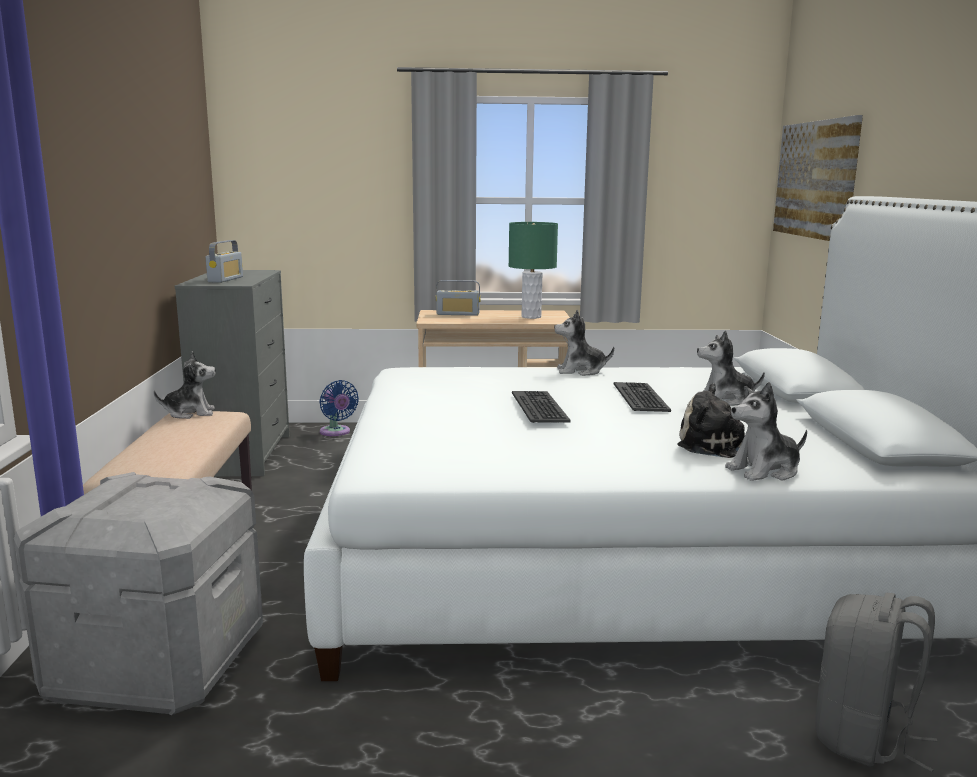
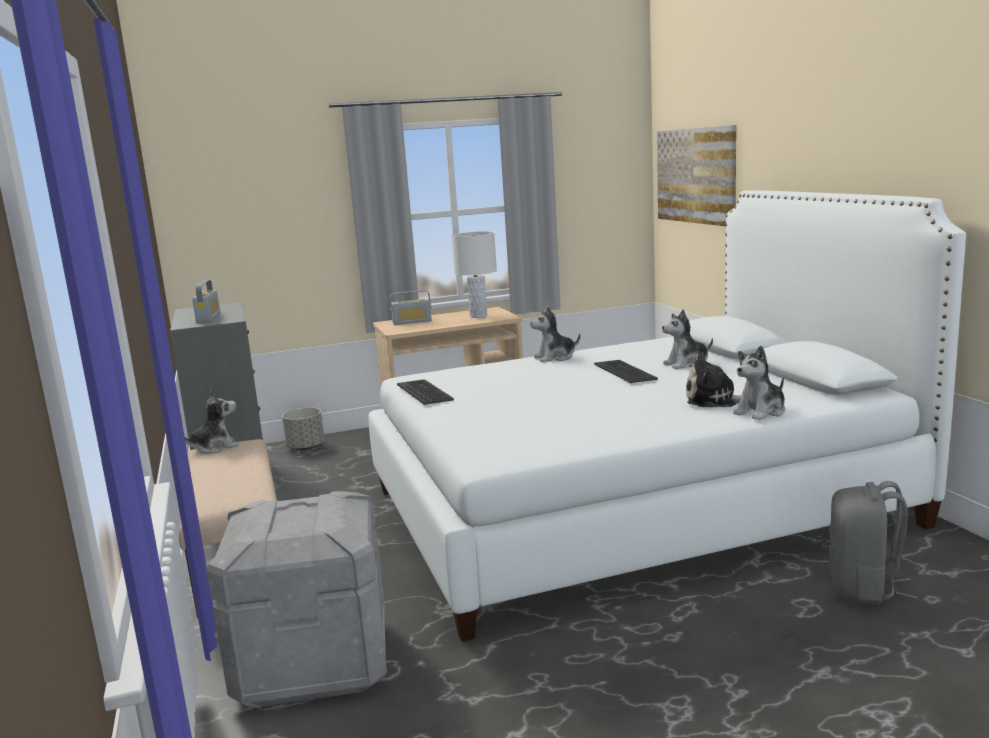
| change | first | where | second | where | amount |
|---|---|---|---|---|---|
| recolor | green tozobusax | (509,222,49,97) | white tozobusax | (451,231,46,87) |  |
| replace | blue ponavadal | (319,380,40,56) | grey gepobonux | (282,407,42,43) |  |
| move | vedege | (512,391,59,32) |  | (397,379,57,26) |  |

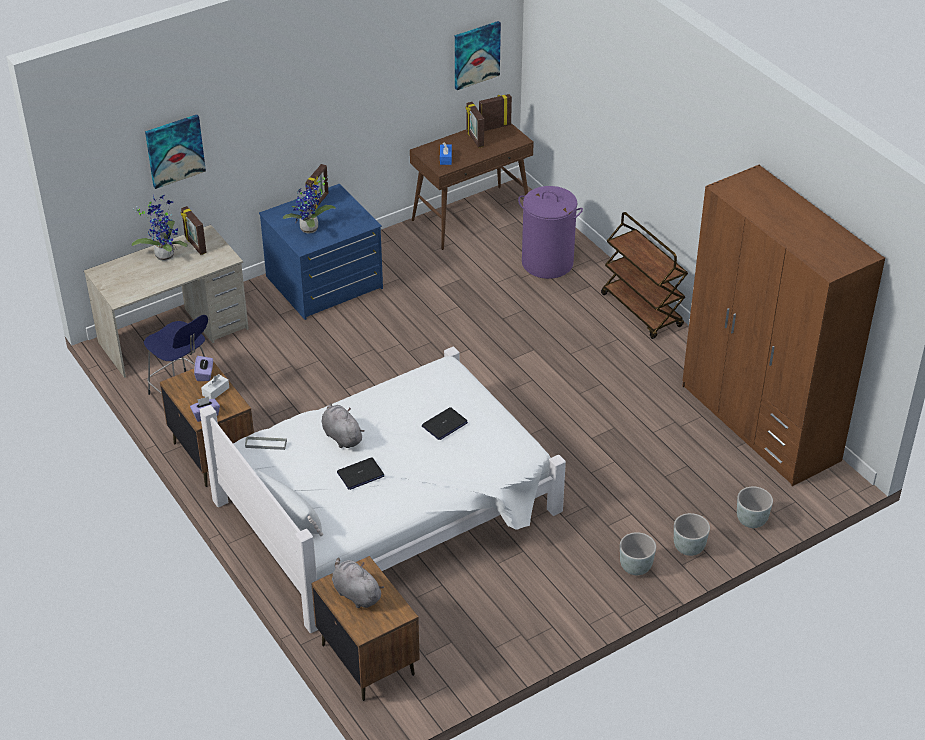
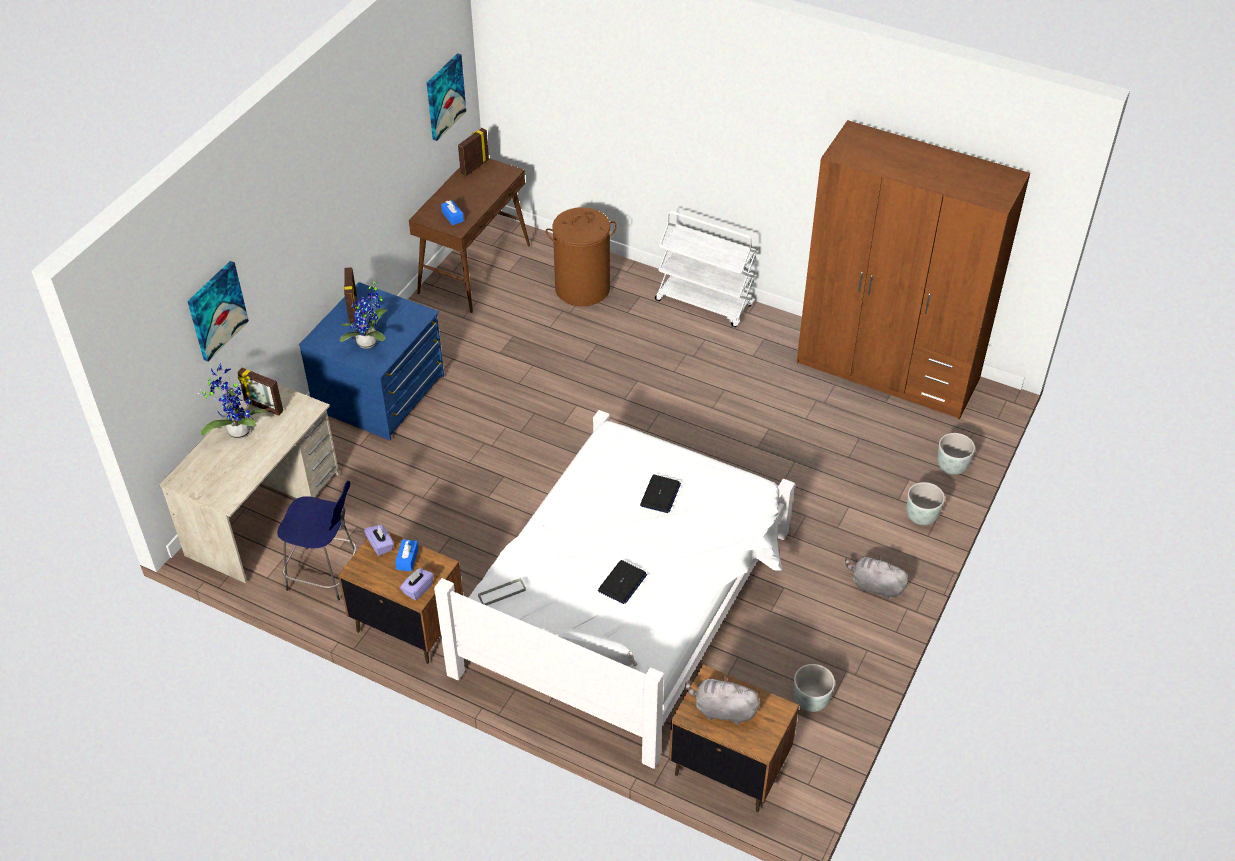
| change | first | where | second | where | amount |
|---|---|---|---|---|---|
| delete | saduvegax | (466,102,18,46) |  |  |  |
| recolor | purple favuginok | (518,186,65,93) | brown favuginok | (546,207,71,99) |  |
| recolor | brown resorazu | (601,212,87,127) | white resorazu | (655,211,102,116) |  |
| recolor | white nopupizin | (201,375,28,24) | blue nopupizin | (395,539,24,33) |  |
| move | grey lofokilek | (322,403,43,45) |  | (845,556,64,43) |  |
| move | grey gepobonux | (620,532,36,43) |  | (794,664,41,48) |  |

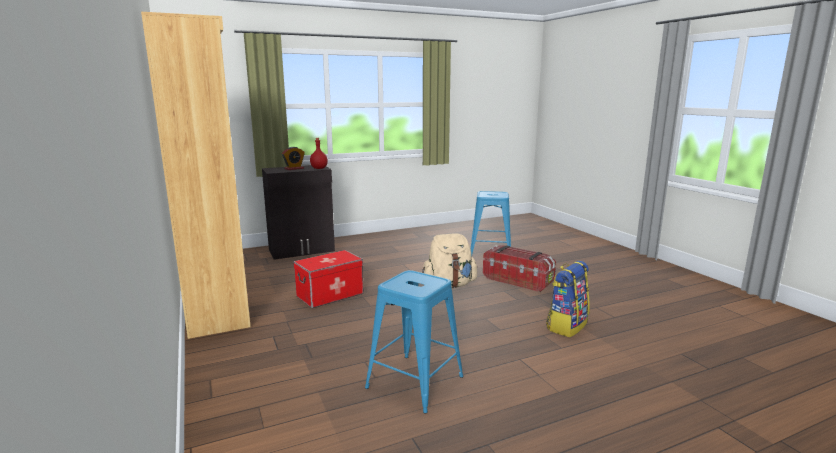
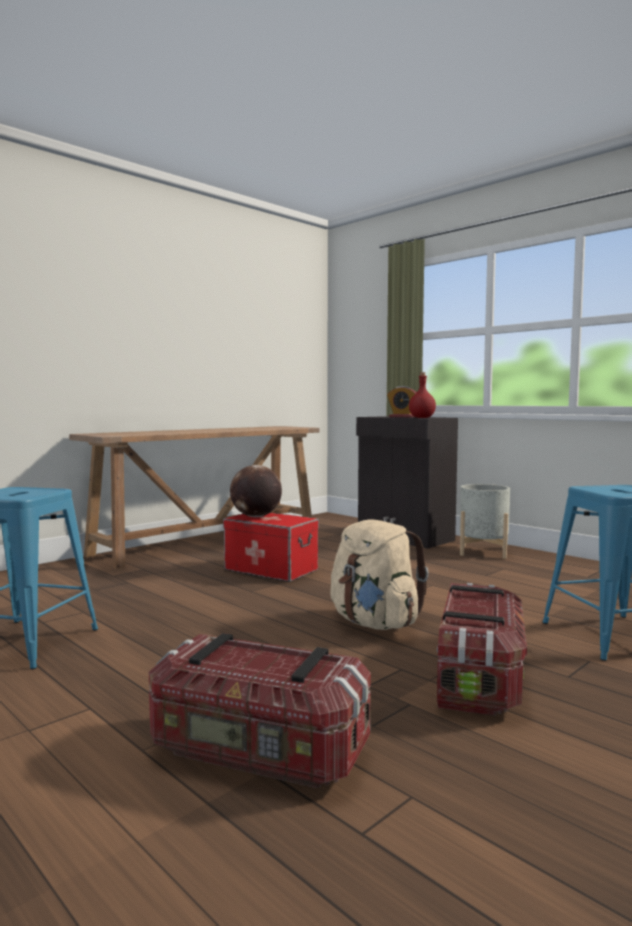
| change | first | where | second | where | amount |
|---|---|---|---|---|---|
| replace | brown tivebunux | (141,12,110,327) | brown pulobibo | (69,426,250,144) |  |
| replace | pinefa | (546,261,44,76) | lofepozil | (149,633,222,155) |  |
| insert |  |  | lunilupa | (230,465,52,52) |  |
| insert |  |  | grey gepobonux | (460,484,50,75) |  |

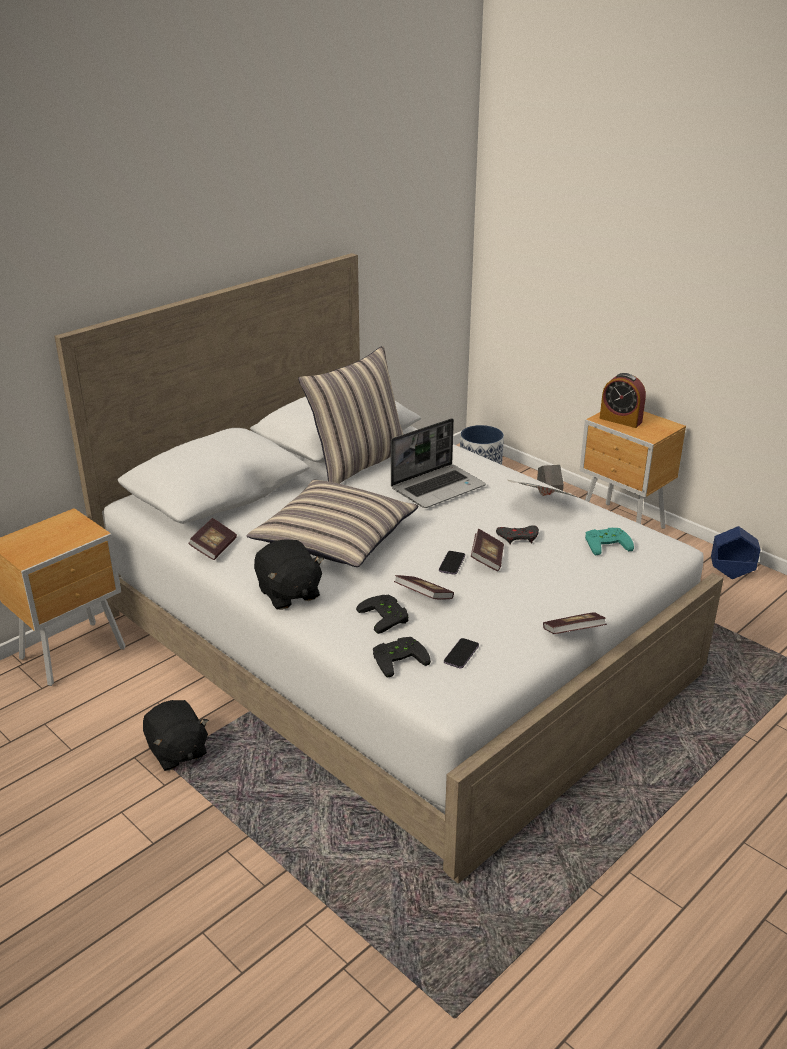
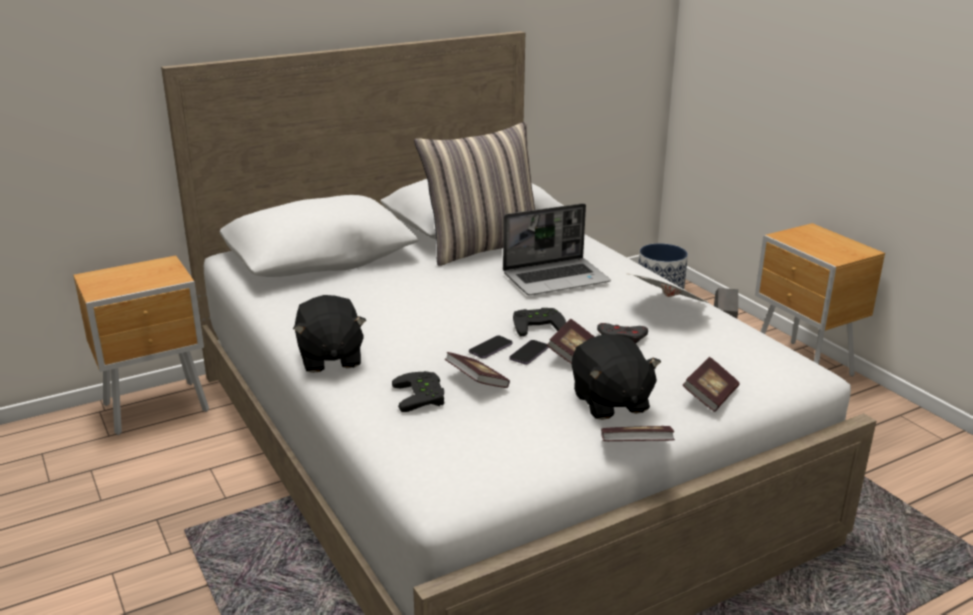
| change | first | where | second | where | amount |
|---|---|---|---|---|---|
| delete | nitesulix | (600,373,46,55) |  |  |  |
| delete | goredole | (246,479,172,88) |  |  |  |
| move | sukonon | (188,518,49,42) |  | (683,357,57,55) |  |
| delete | blue gepobonux | (711,526,50,53) |  |  |  |
| delete | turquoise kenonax | (585,528,49,27) |  |  |  |
| move | black kenonax | (373,637,58,41) |  | (513,308,53,29) |  |
| move | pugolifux | (444,638,35,30) |  | (469,335,44,24) |  |
| move | black lofokilek | (143,700,66,71) |  | (571,334,90,86) |  |

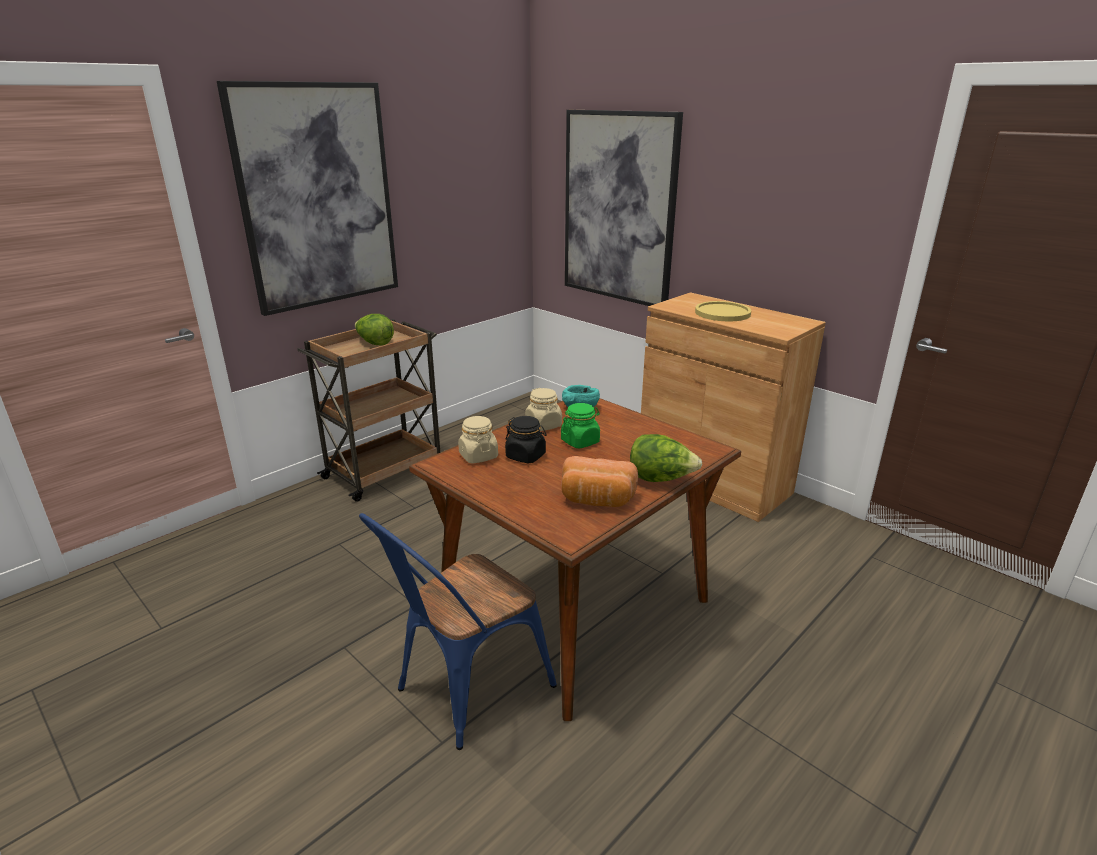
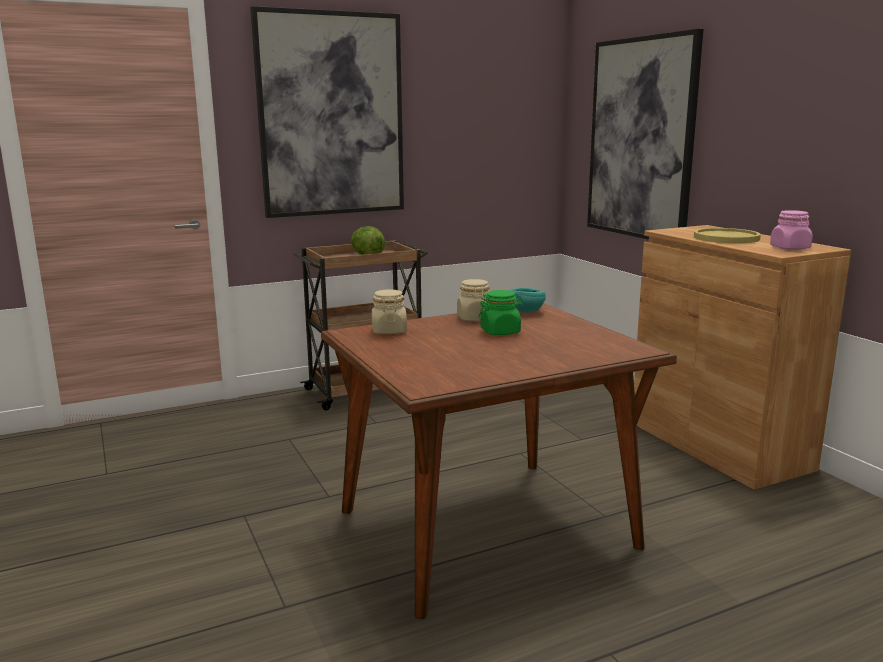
| change | first | where | second | where | amount |
|---|---|---|---|---|---|
| delete | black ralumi | (505,416,42,47) |  |  |  |
| delete | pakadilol | (630,434,72,48) |  |  |  |
| delete | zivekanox | (561,456,77,51) |  |  |  |
| delete | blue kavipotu | (359,513,198,237) |  |  |  |
| insert |  |  | pink ralumi | (770,210,43,40) |  |

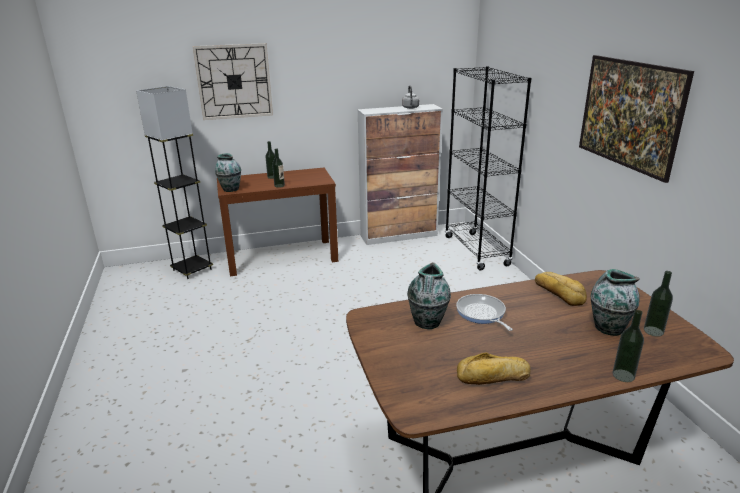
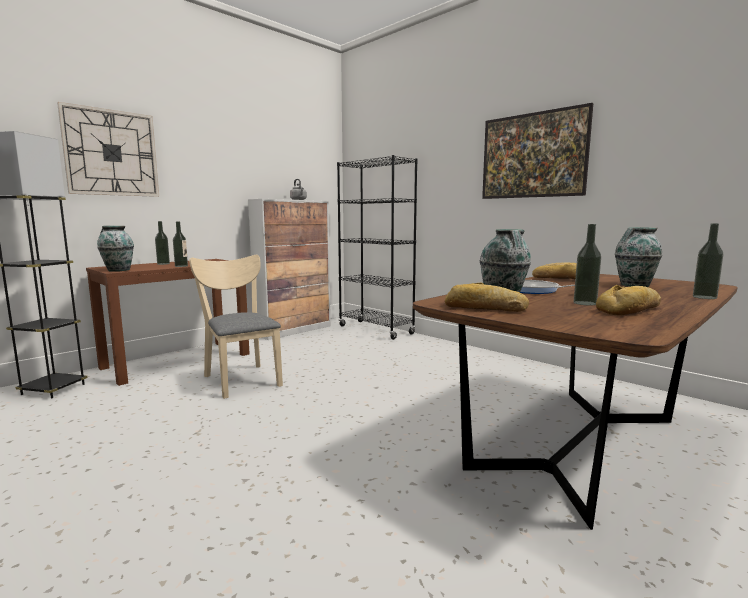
| change | first | where | second | where | amount |
|---|---|---|---|---|---|
| move | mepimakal | (644,271,29,66) |  | (574,224,27,81) |  |
| insert |  |  | beige kavipotu | (189,255,94,144) |  |
| insert |  |  | zivekanox | (445,283,84,29) |  |

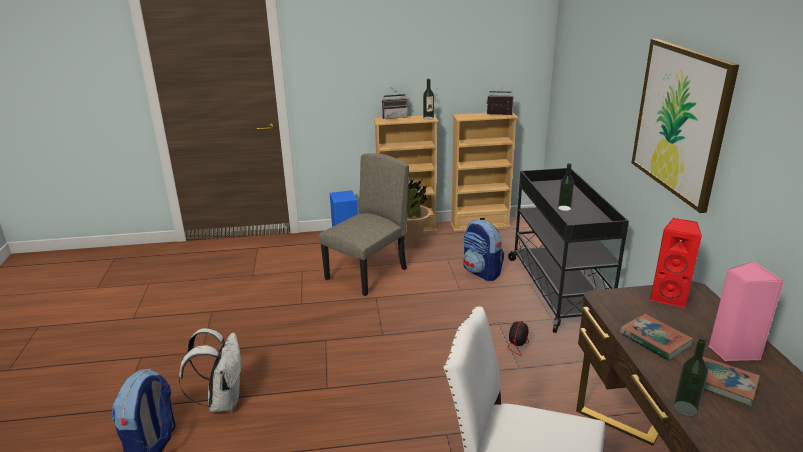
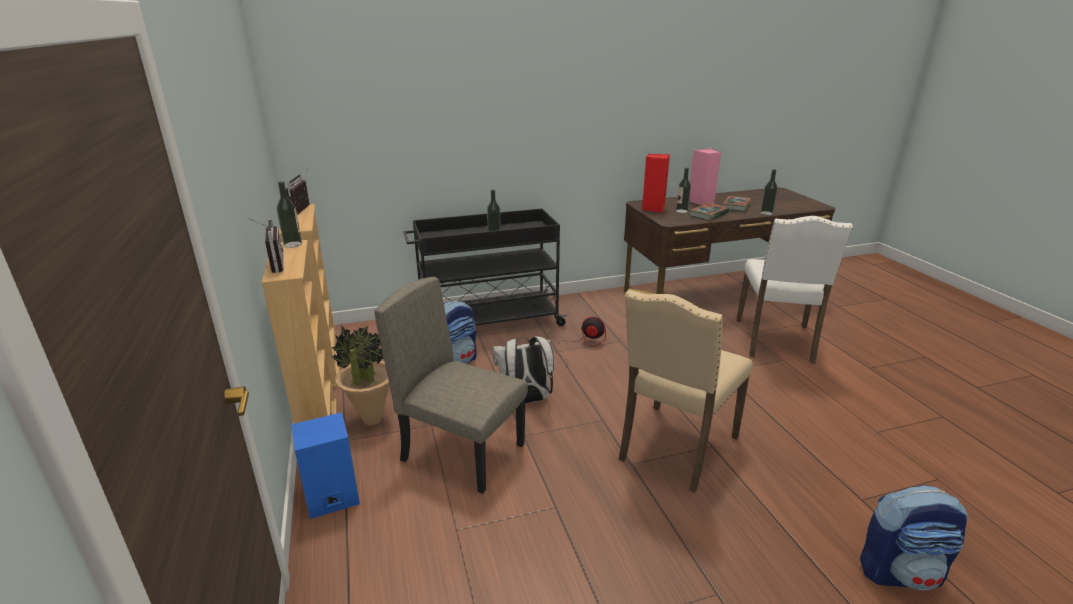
| change | first | where | second | where | amount |
|---|---|---|---|---|---|
| delete | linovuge | (632,39,107,174) |  |  |  |
| move | white pinefa | (179,328,64,84) |  | (492,336,62,68) |  |
| insert |  |  | mepimakal | (676,168,15,45) |  |
| insert |  |  | beige kavipotu | (618,290,135,203) |  |

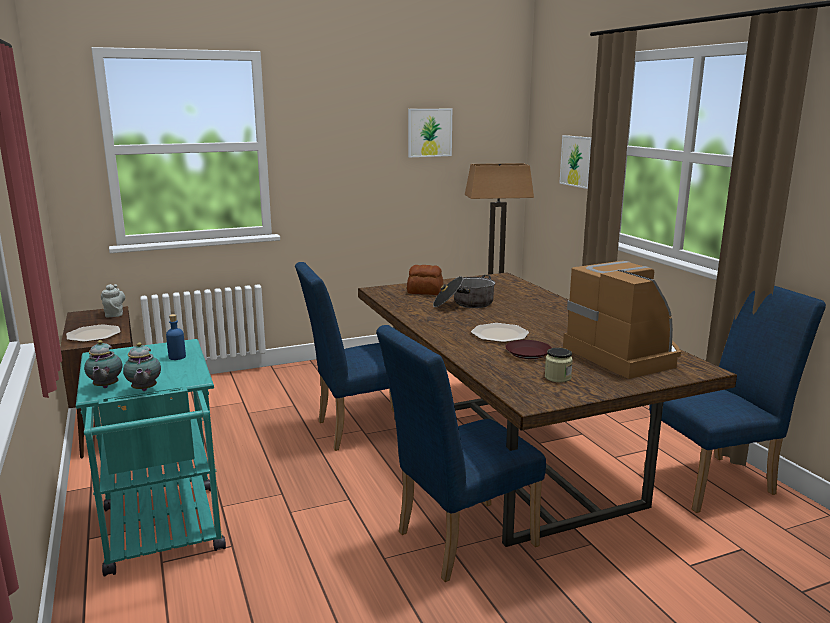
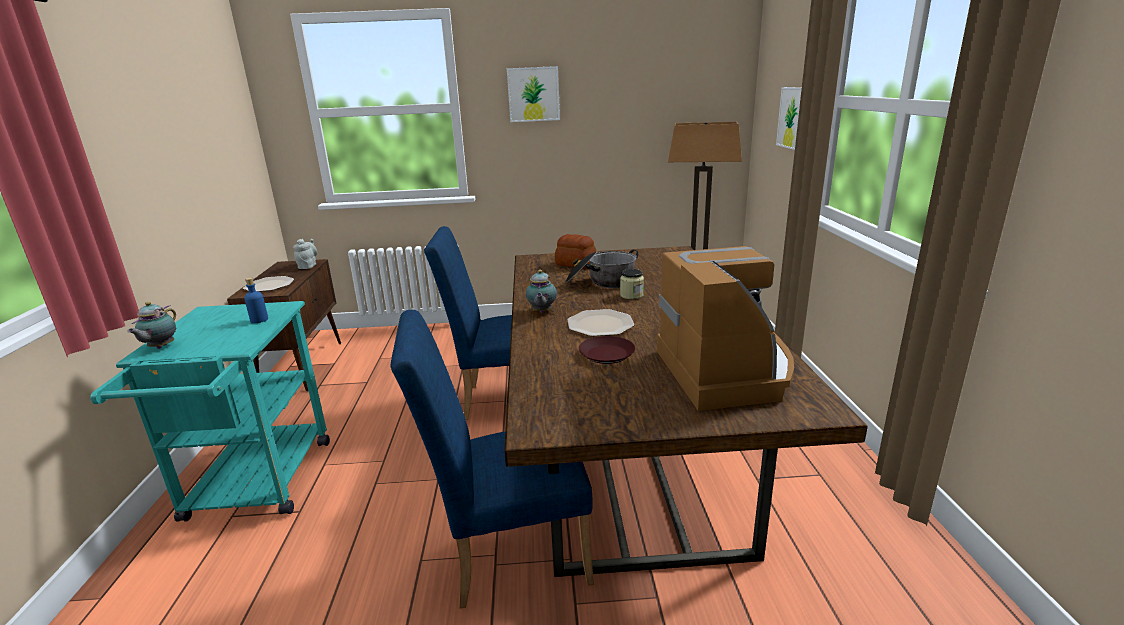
| change | first | where | second | where | amount |
|---|---|---|---|---|---|
| move | linovuge | (408,109,44,49) |  | (507,66,53,56) |  |
| delete | blue kavipotu | (644,286,182,227) |  |  |  |
| move | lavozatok | (123,342,38,49) |  | (526,270,31,43) |  |
| move | ralumi | (545,348,28,34) |  | (620,269,24,30) |  |

